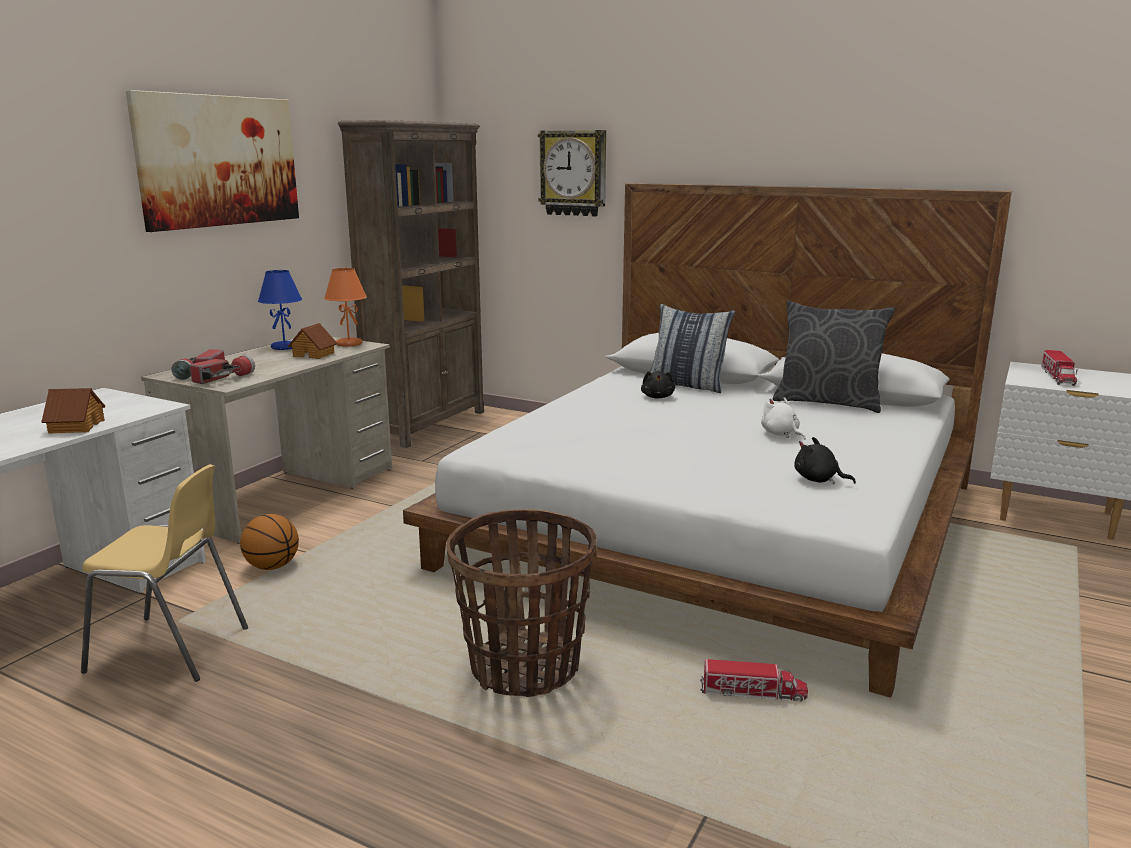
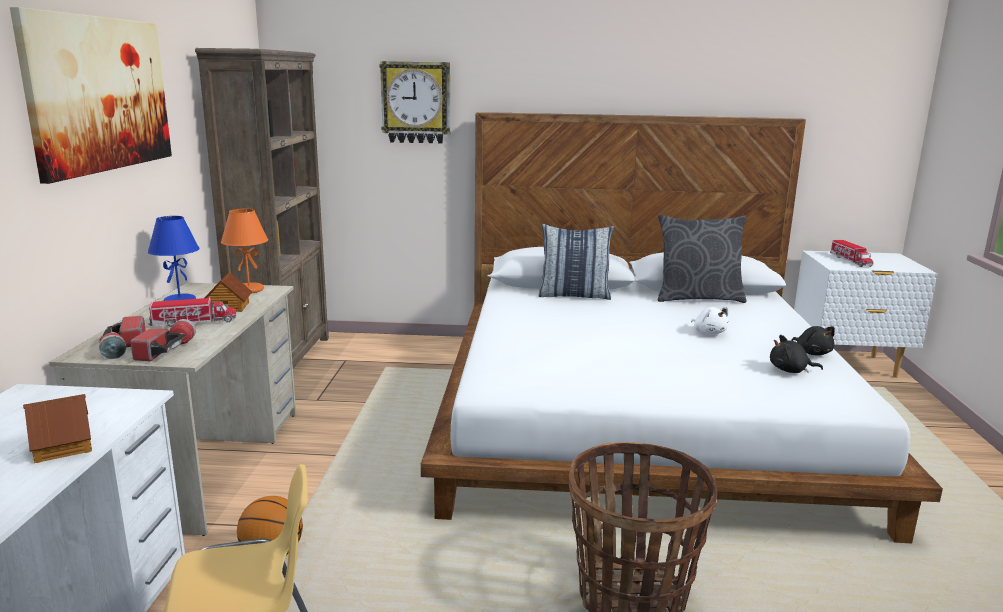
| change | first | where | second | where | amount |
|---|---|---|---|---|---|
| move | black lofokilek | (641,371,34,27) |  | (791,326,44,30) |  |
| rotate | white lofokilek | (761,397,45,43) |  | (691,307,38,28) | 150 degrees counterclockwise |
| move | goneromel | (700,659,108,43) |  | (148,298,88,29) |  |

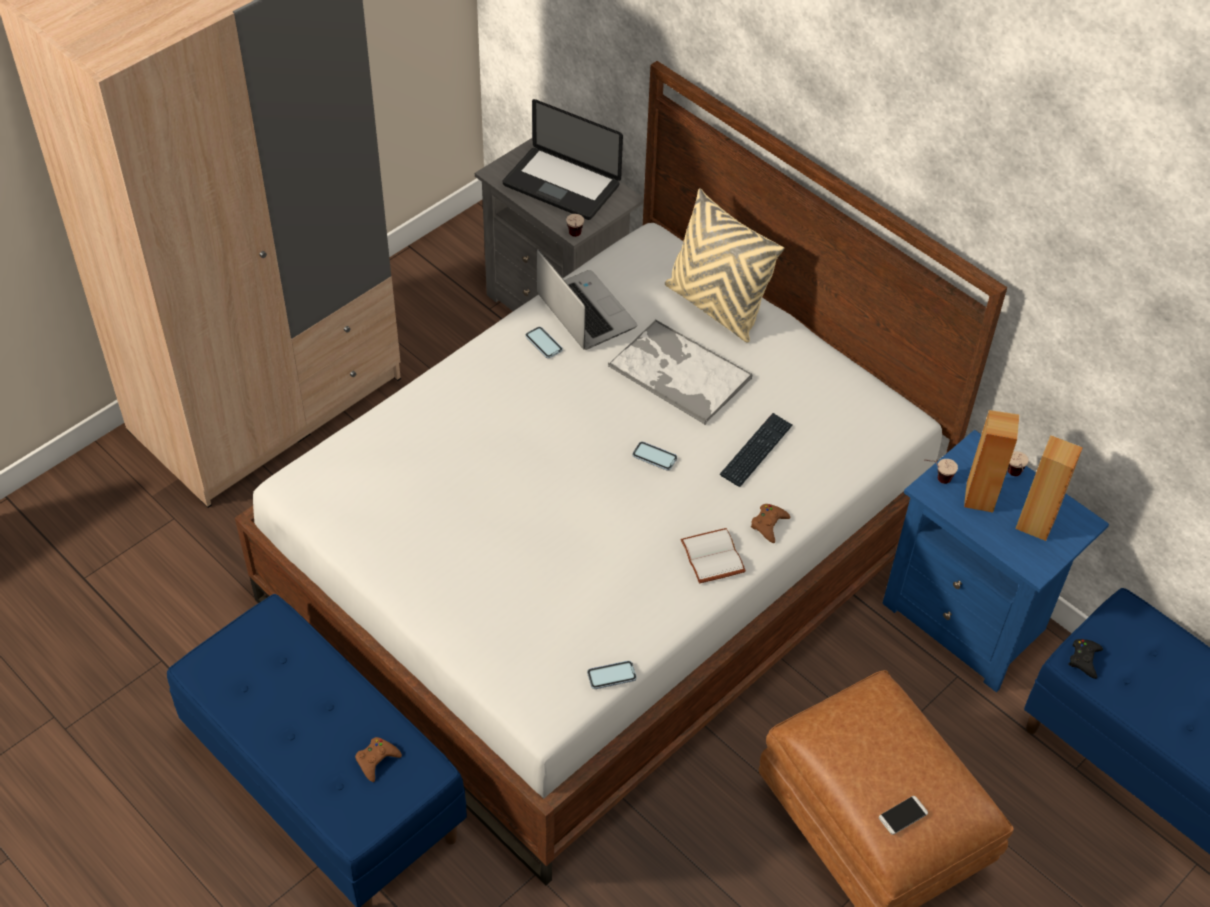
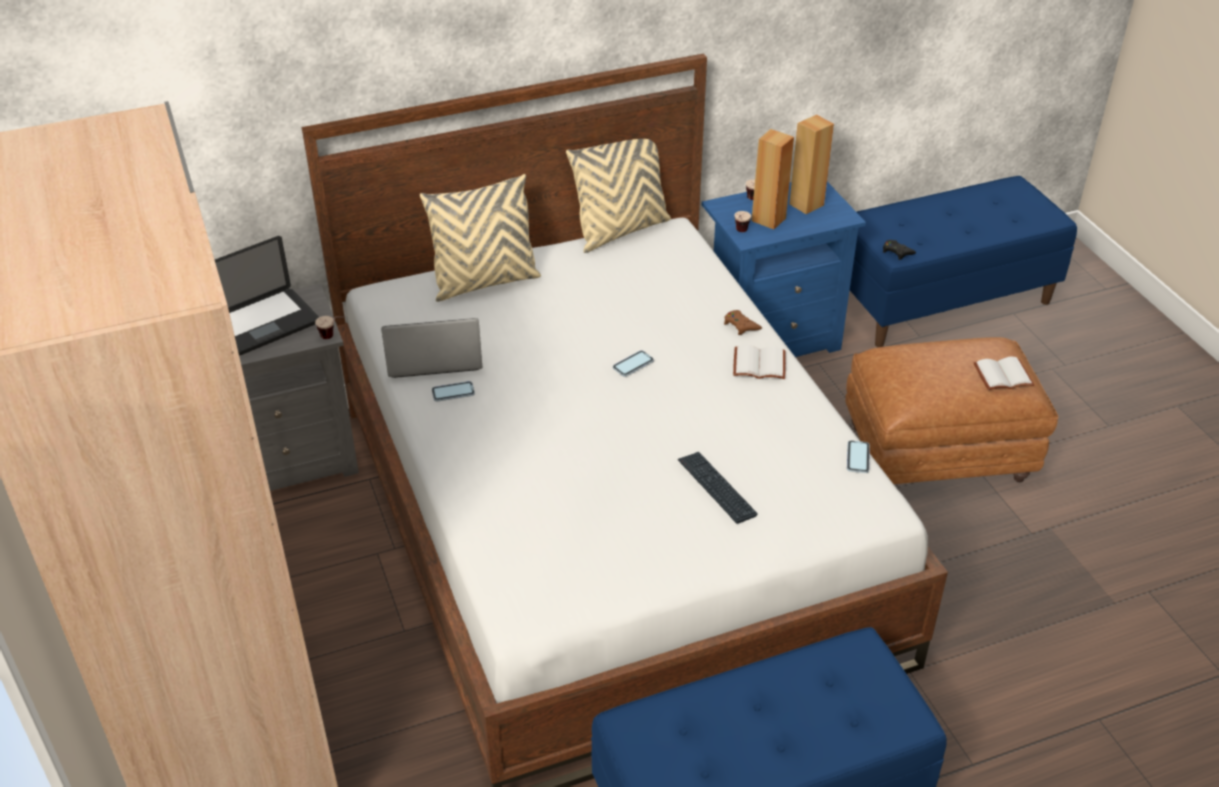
| change | first | where | second | where | amount |
|---|---|---|---|---|---|
| delete | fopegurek | (608,319,145,106) |  |  |  |
| move | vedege | (720,413,73,74) |  | (678,452,80,72) |  |
| delete | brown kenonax | (355,737,47,45) |  |  |  |
| replace | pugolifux | (879,796,49,39) | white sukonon | (974,357,60,33) |  |
| insert |  |  | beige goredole | (566,139,105,114) |  |

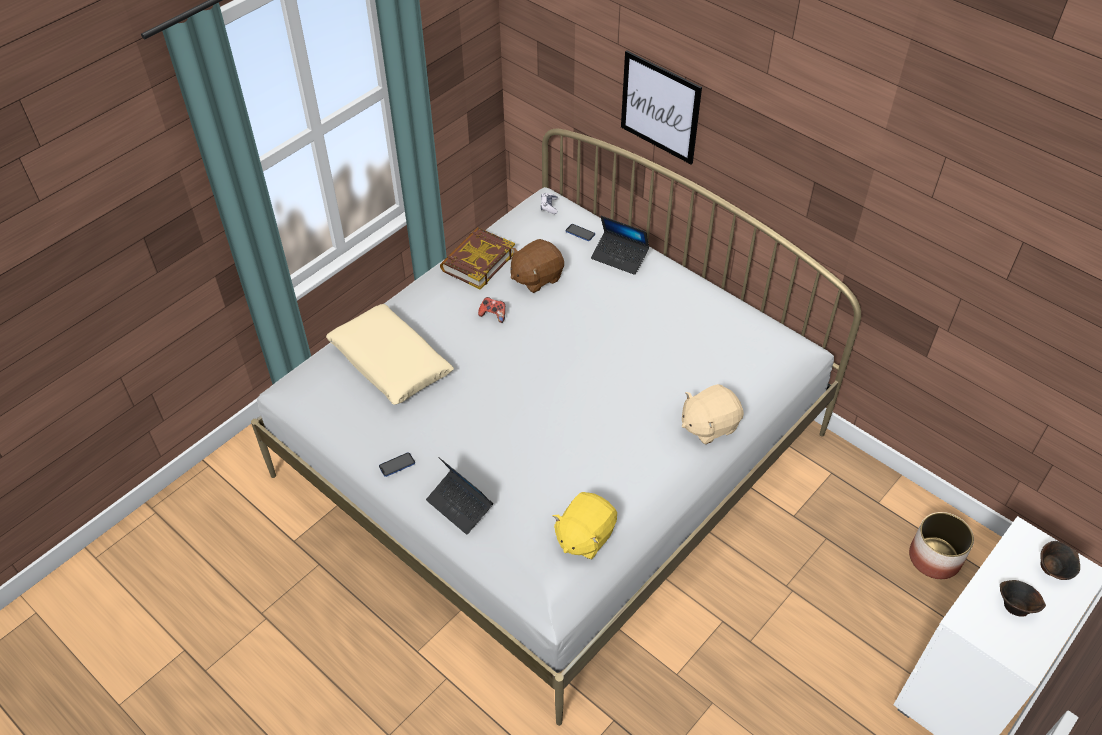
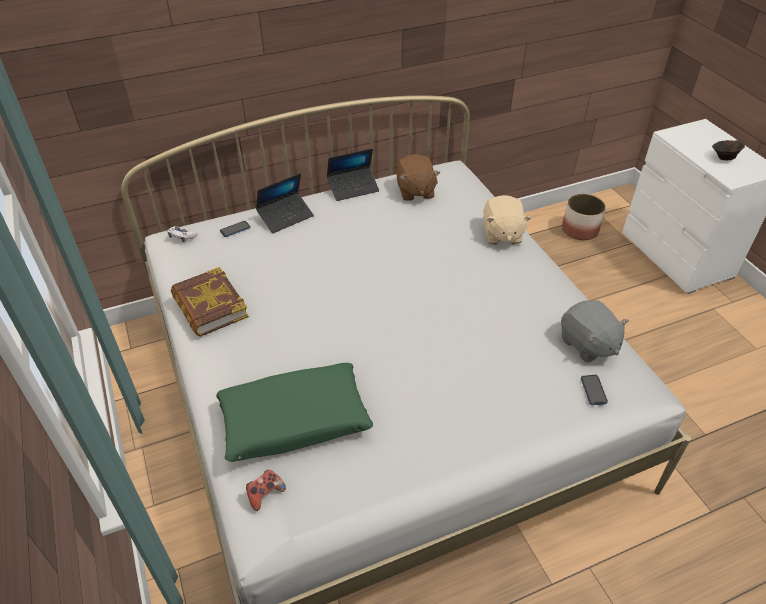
| change | first | where | second | where | amount |
|---|---|---|---|---|---|
| delete | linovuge | (621,50,81,114) |  |  |  |
| move | brown lofokilek | (510,239,54,54) |  | (396,154,44,47) |  |
| move | kenonax | (478,297,27,26) |  | (246,470,40,41) |  |
| recolor | beige goredole | (326,304,128,101) | green goredole | (216,363,157,99) |  |
| move | pugolifux | (379,452,36,25) |  | (581,375,27,30) |  |
| move | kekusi | (426,457,67,78) |  | (327,148,52,53) |  |
| recolor | yellow lofokilek | (553,492,64,68) | grey lofokilek | (561,300,68,62) |  |
| delete | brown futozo | (1040,541,40,39) |  |  |  |

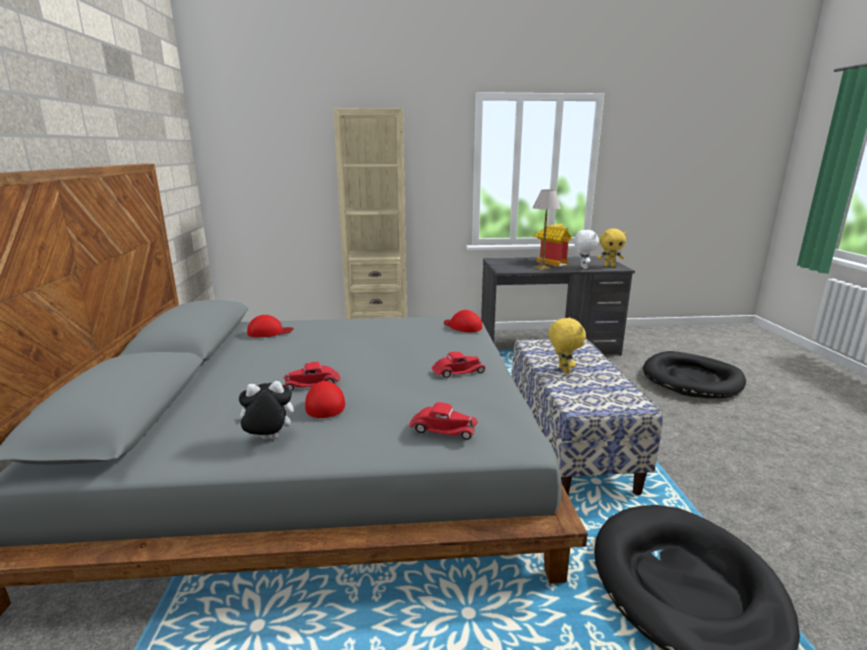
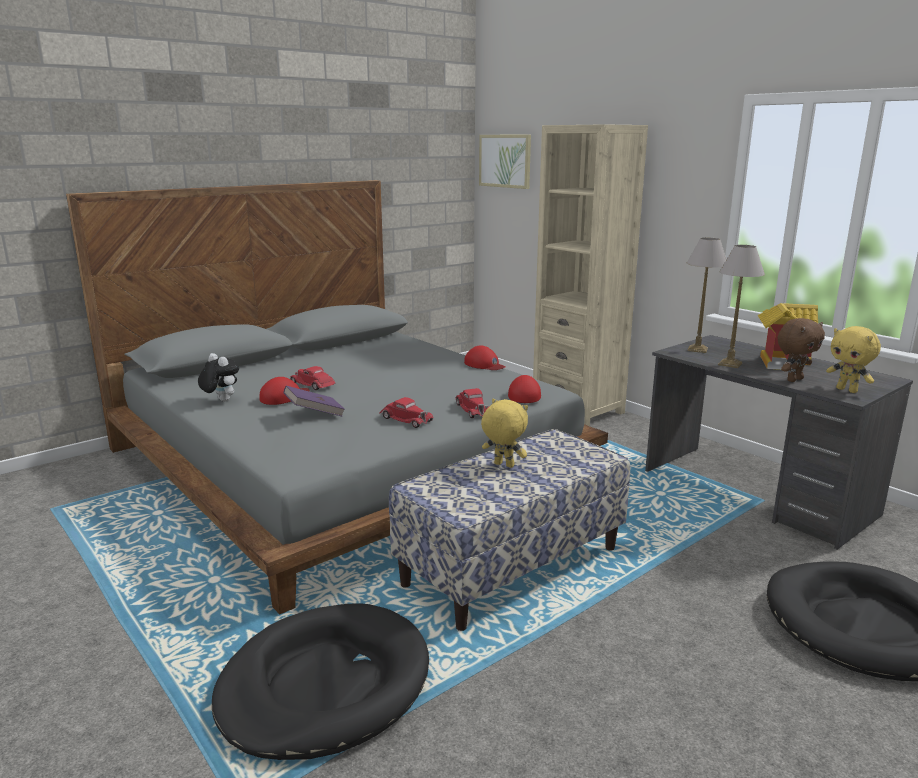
| change | first | where | second | where | amount |
|---|---|---|---|---|---|
| recolor | white lofokilek | (574,230,25,39) | brown lofokilek | (778,318,47,64) |  |
| move | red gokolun | (247,315,47,22) |  | (464,345,42,25) |  |
| rotate | yellow lofokilek | (549,317,37,57) |  | (481,399,47,69) | 105 degrees counterclockwise |
| move | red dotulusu | (409,402,69,38) |  | (455,388,33,30) |  |
| insert |  |  | linovuge | (479,135,52,54) |  |
| insert |  |  | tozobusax | (687,238,39,115) |  |
| insert |  |  | purple sukonon | (283,386,62,31) |  |

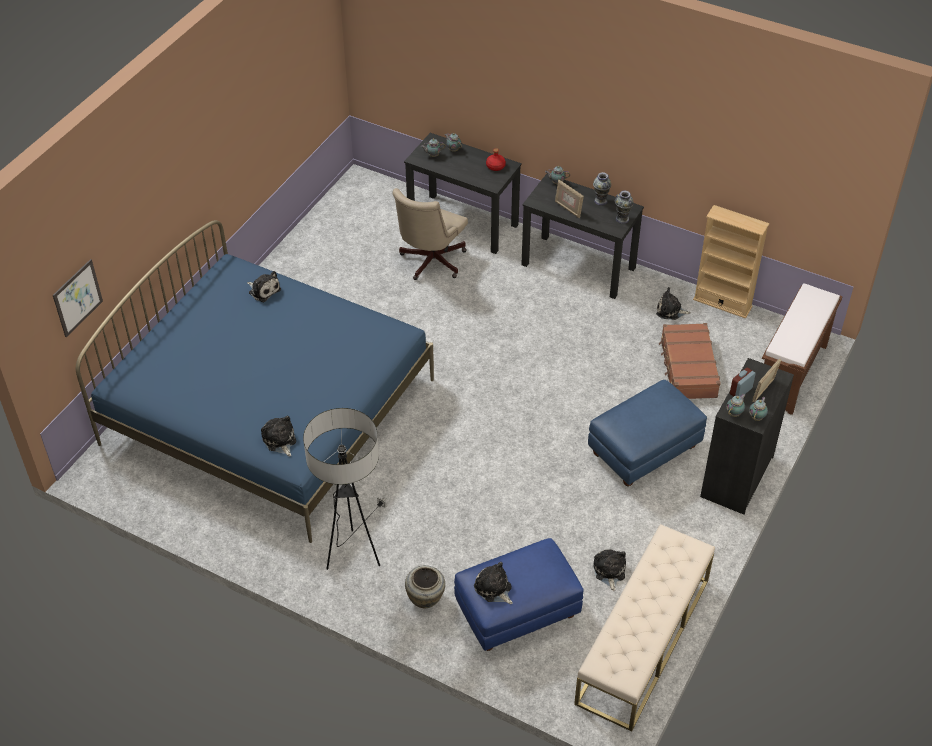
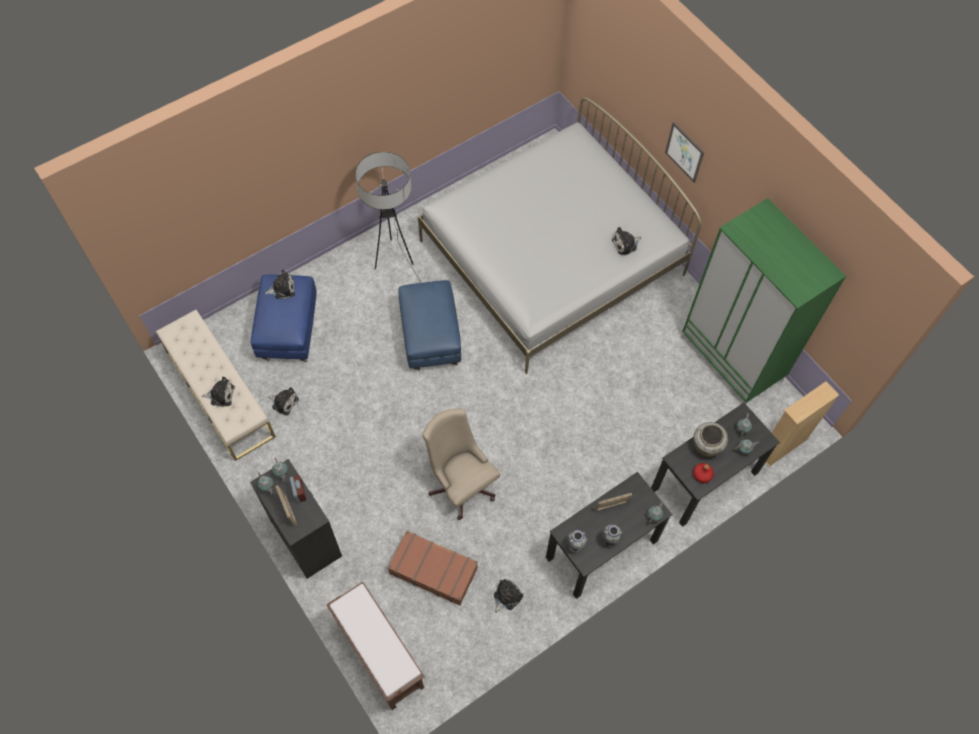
| change | first | where | second | where | amount |
|---|---|---|---|---|---|
| move | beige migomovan | (393,188,75,92) |  | (422,408,78,112) |  |
| move | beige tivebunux | (693,205,77,114) |  | (765,381,74,86) |  |
| recolor | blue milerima | (76,220,358,323) | white milerima | (418,97,284,277) |  |
| move | linovuge | (53,259,50,78) |  | (665,122,39,61) |  |
| move | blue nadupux | (588,380,119,107) |  | (399,280,62,90) |  |
| move | lofokilek | (261,416,35,41) |  | (202,376,33,31) |  |
| move | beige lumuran | (405,565,40,44) |  | (693,422,35,35) |  |
| insert |  |  | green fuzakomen | (681,198,165,206) |  |

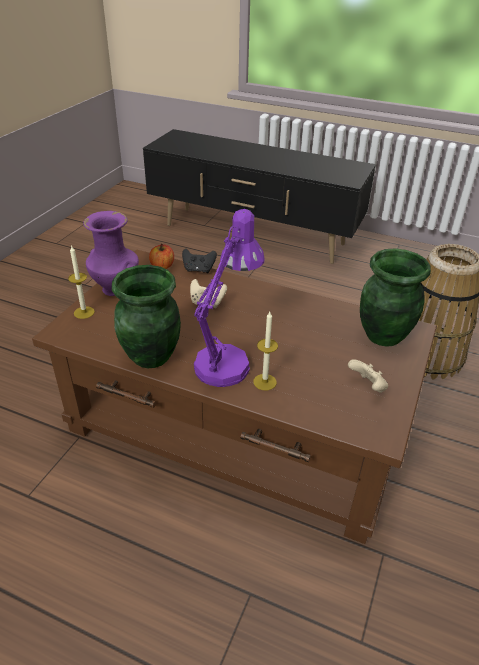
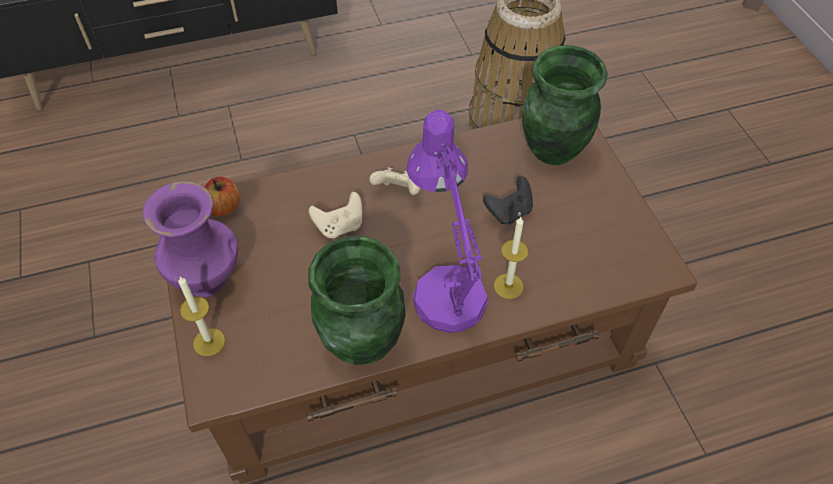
| change | first | where | second | where | amount |
|---|---|---|---|---|---|
| move | black kenonax | (182,249,35,24) |  | (483,176,50,48) |  |
| move | beige kenonax | (348,359,40,33) |  | (369,167,52,28) |  |

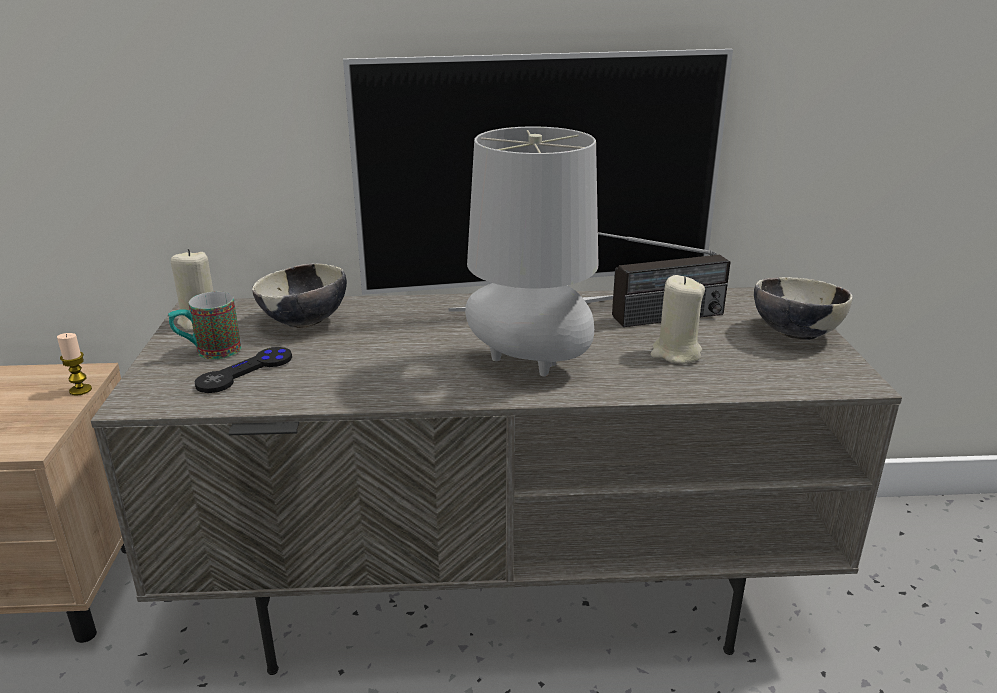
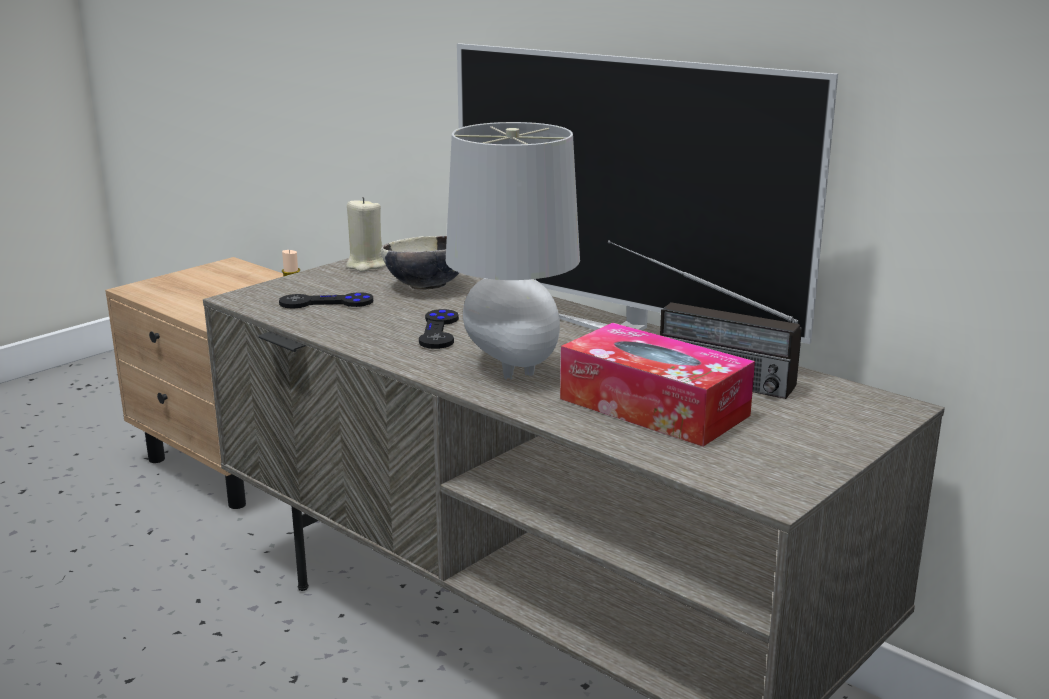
| change | first | where | second | where | amount |
|---|---|---|---|---|---|
| replace | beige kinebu | (651,275,54,89) | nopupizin | (560,323,195,124) |  |
| delete | futozo | (754,277,99,63) |  |  |  |
| delete | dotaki | (168,291,73,68) |  |  |  |
| insert |  |  | black kenonax | (419,309,40,40) |  |

